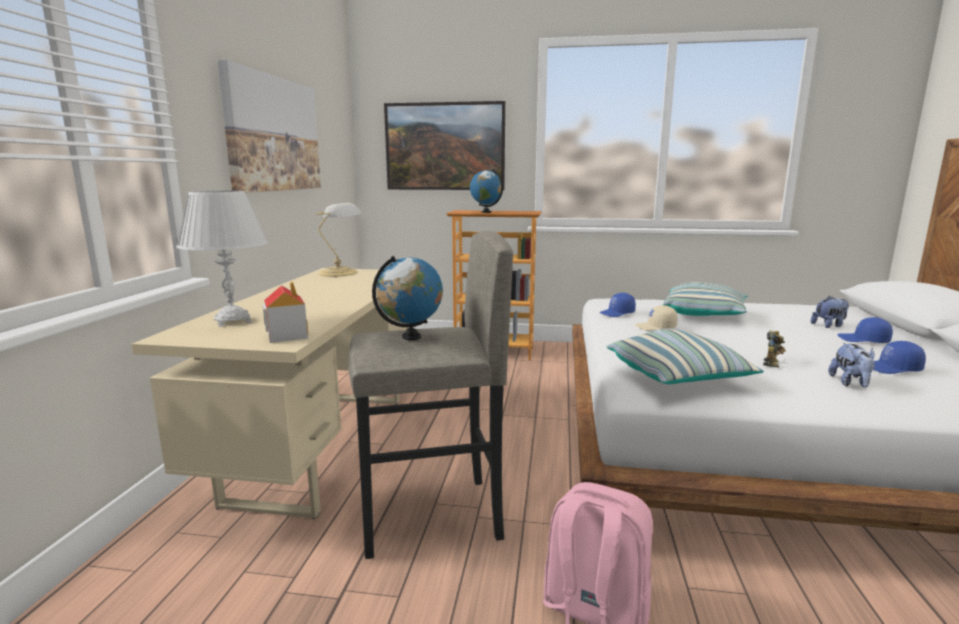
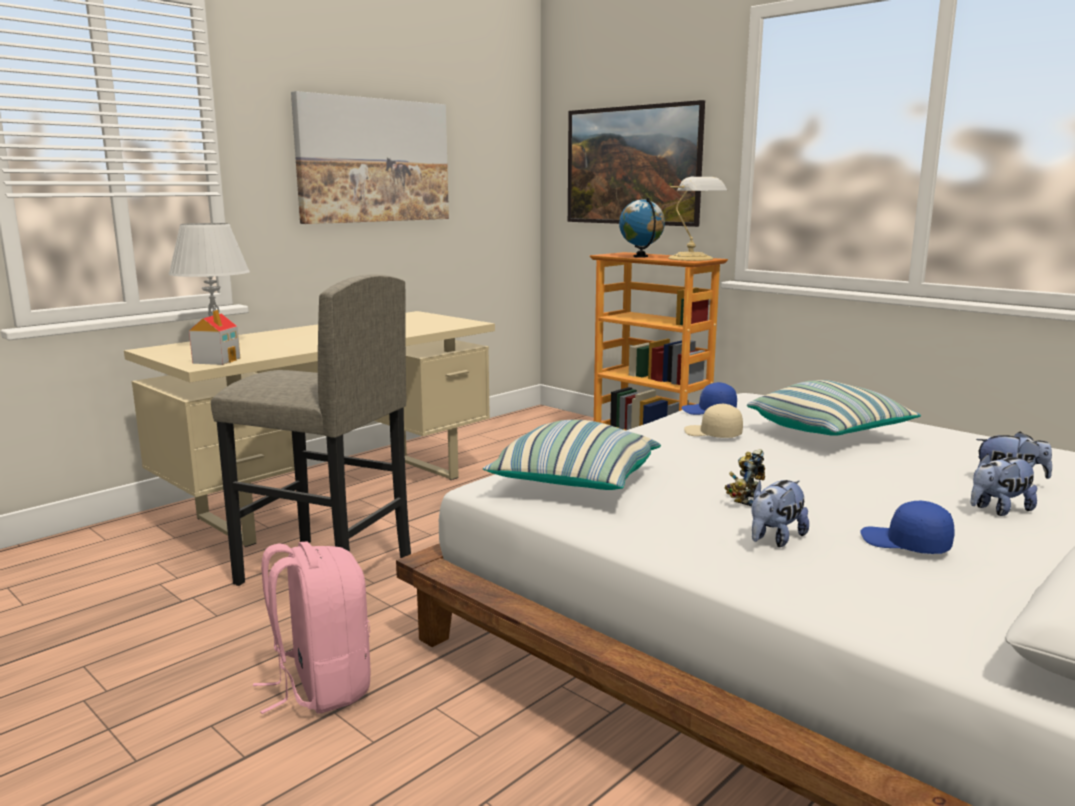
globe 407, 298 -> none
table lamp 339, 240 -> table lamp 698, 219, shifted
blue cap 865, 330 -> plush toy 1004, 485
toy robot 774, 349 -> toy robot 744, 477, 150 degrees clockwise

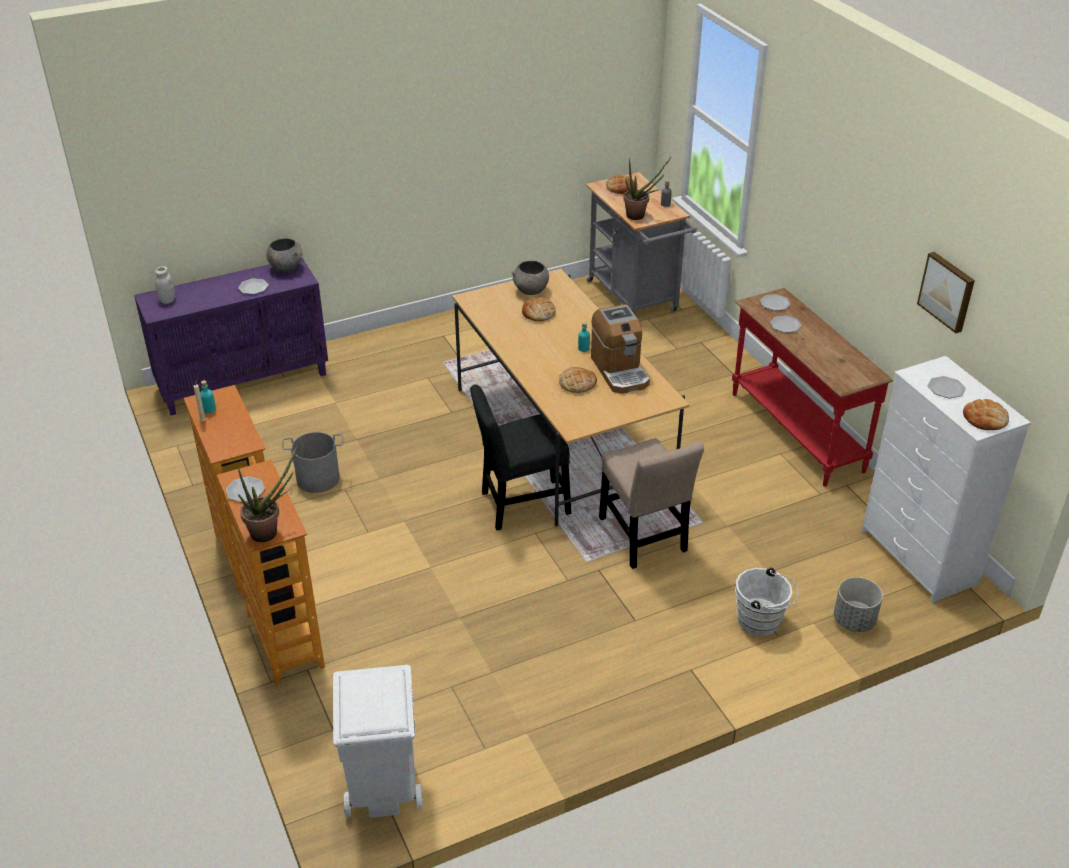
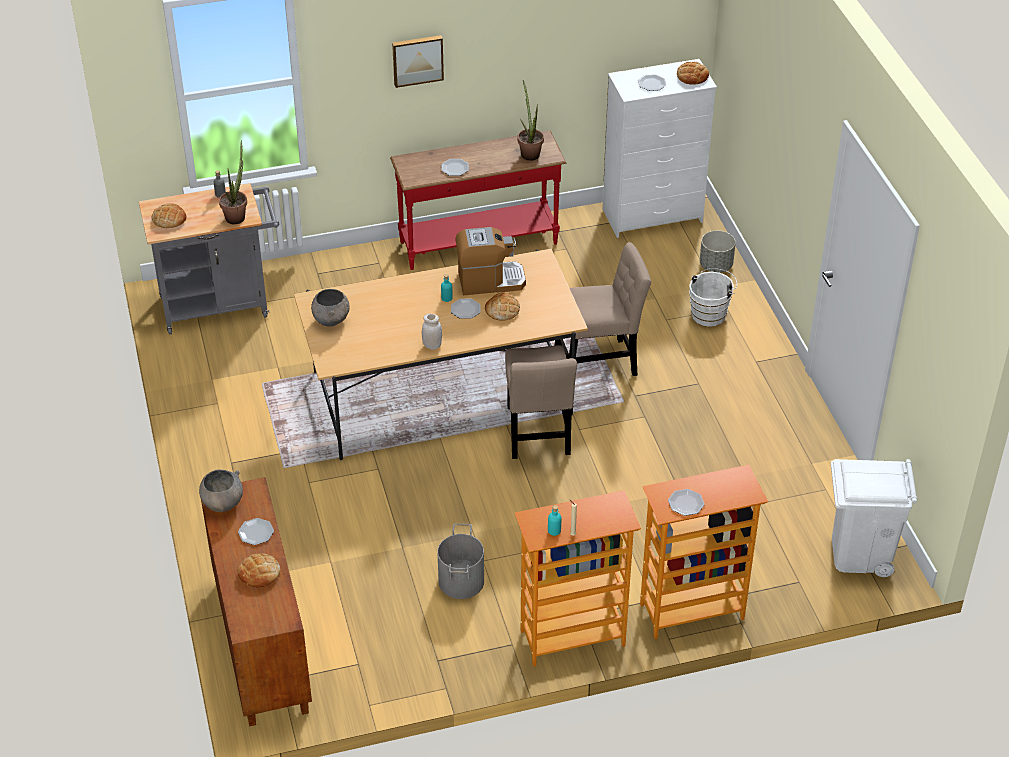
white jar 165, 285 -> white jar 432, 331, shifted
potted plant 267, 494 -> potted plant 530, 120, shifted
bread 539, 309 -> bread 259, 570, shifted
plate 775, 302 -> plate 466, 309, shifted
picture 946, 292 -> picture 418, 61, shifted
purple cabinet 231, 337 -> brown cabinet 256, 601
black chair 520, 457 -> beige chair 541, 402

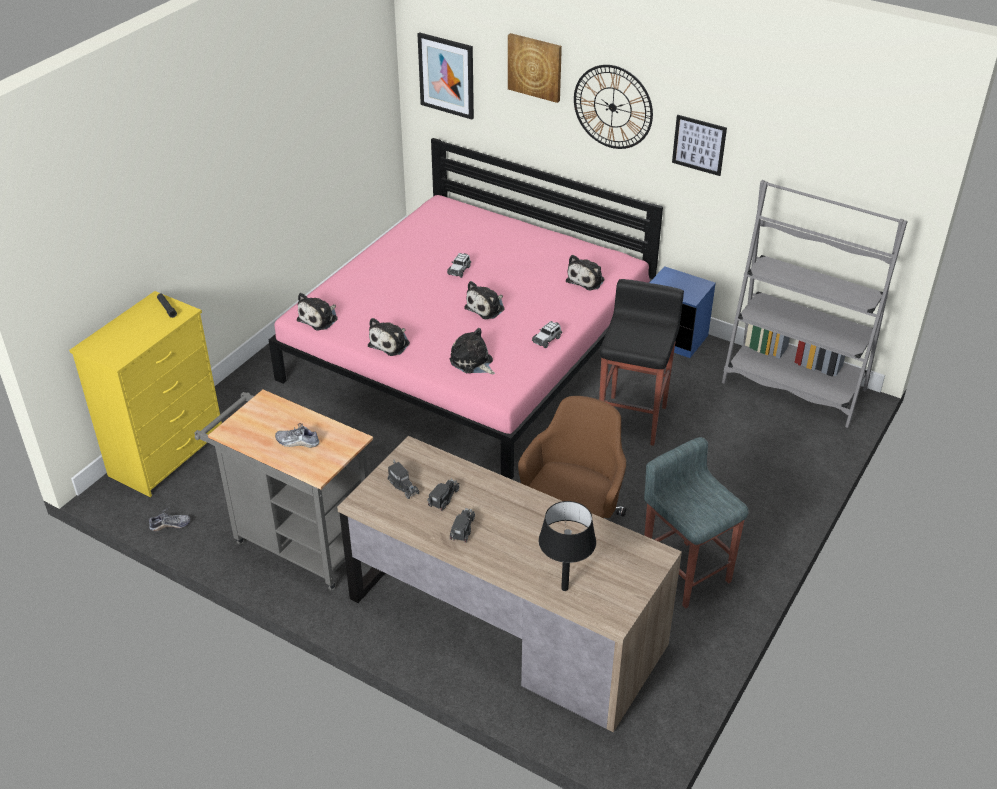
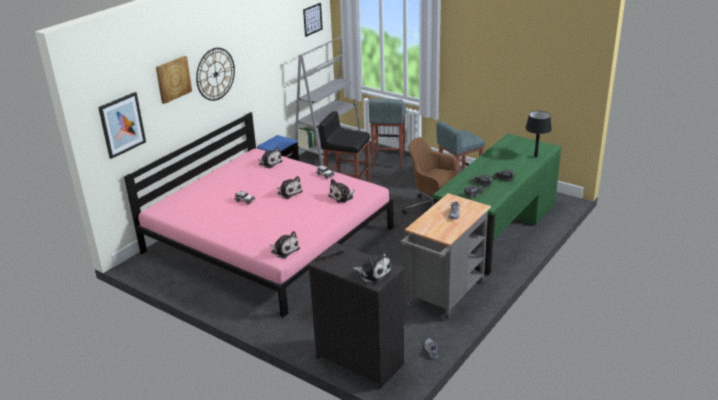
none -> grey stool 387, 134
plush toy 389, 337 -> plush toy 372, 267, shifted
picture 699, 145 -> picture 313, 20, shifted
yellow dresser 145, 394 -> black dresser 356, 316
brown desk 509, 584 -> green desk 497, 204

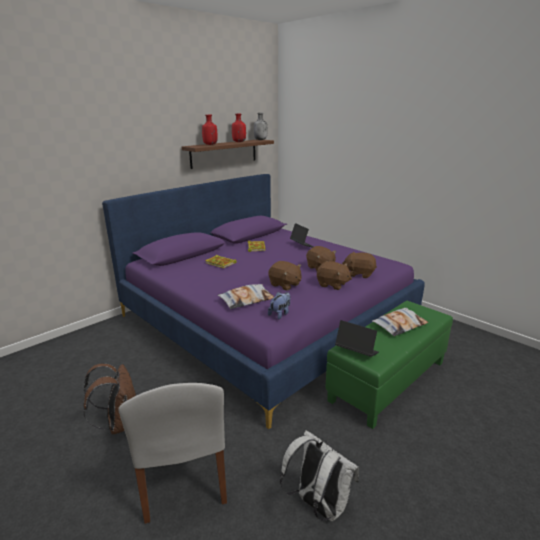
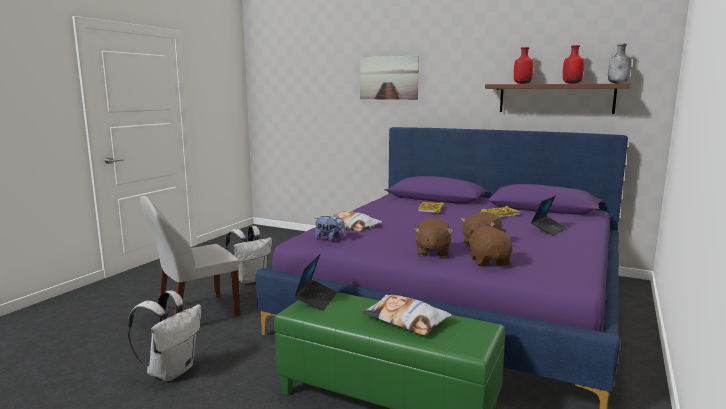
brown plush toy 284, 275 -> none
none -> picture 389, 77
brown backpack 109, 399 -> white backpack 248, 255

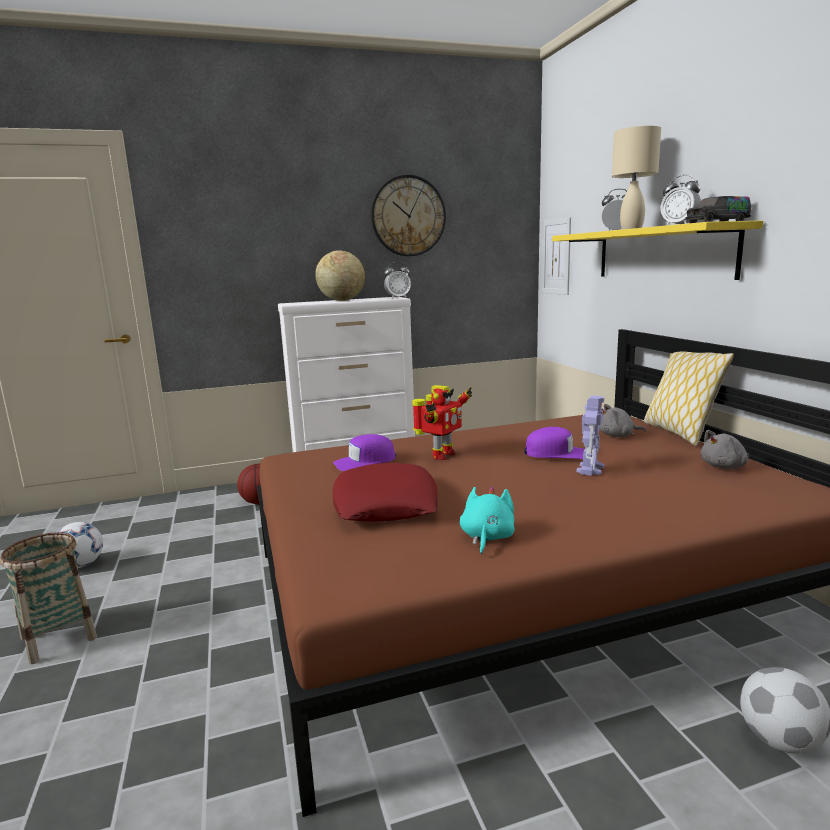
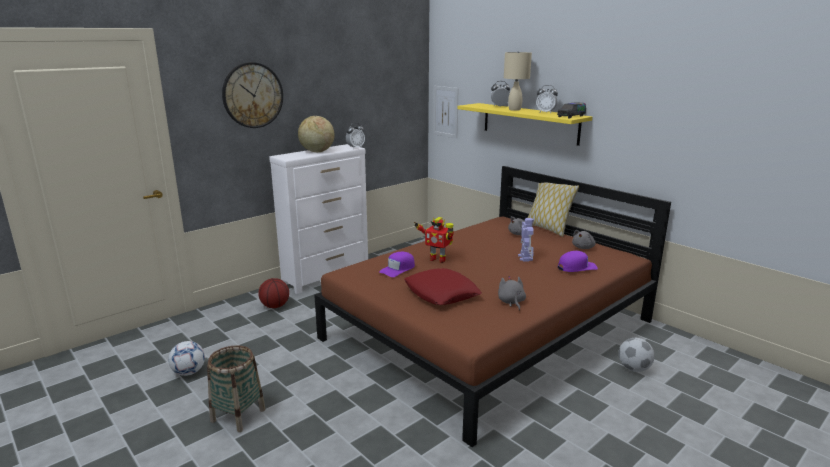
wall clock 408, 215 -> wall clock 252, 95, shifted
purple cap 554, 443 -> purple cap 578, 261, shifted
turquoise plush toy 487, 520 -> grey plush toy 512, 293
toy robot 442, 422 -> toy robot 434, 240, 105 degrees clockwise

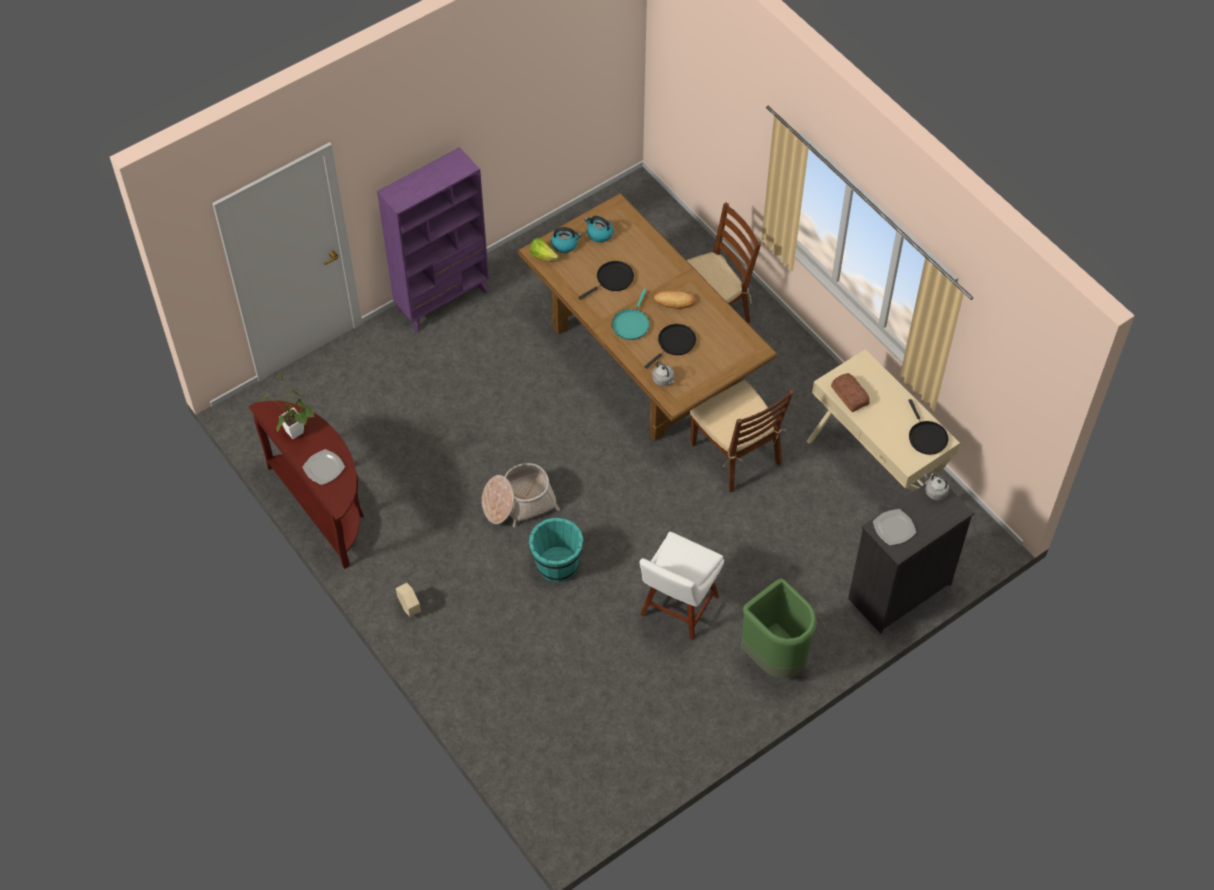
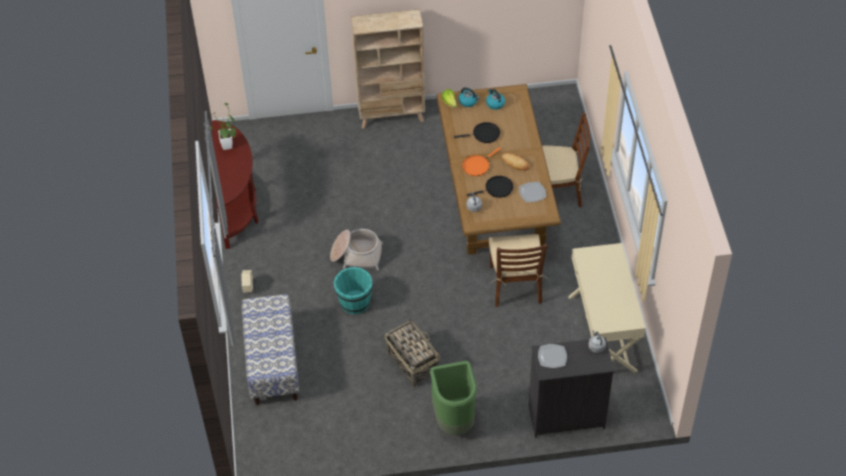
bread 850, 392 -> none
black frying pan 928, 427 -> none
none -> bench 271, 349
plate 323, 467 -> plate 532, 192, shifted
white chair 682, 586 -> basket 412, 352
purple bookcase 433, 239 -> beige bookcase 388, 69
turquoise frying pan 631, 314 -> orange frying pan 481, 161

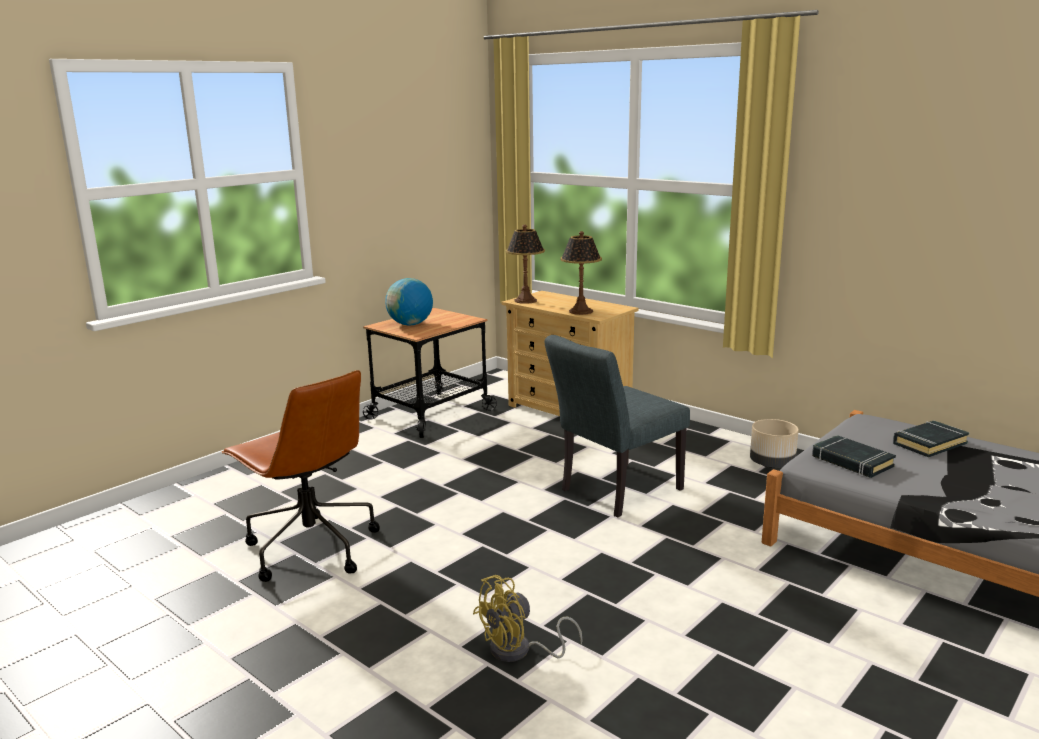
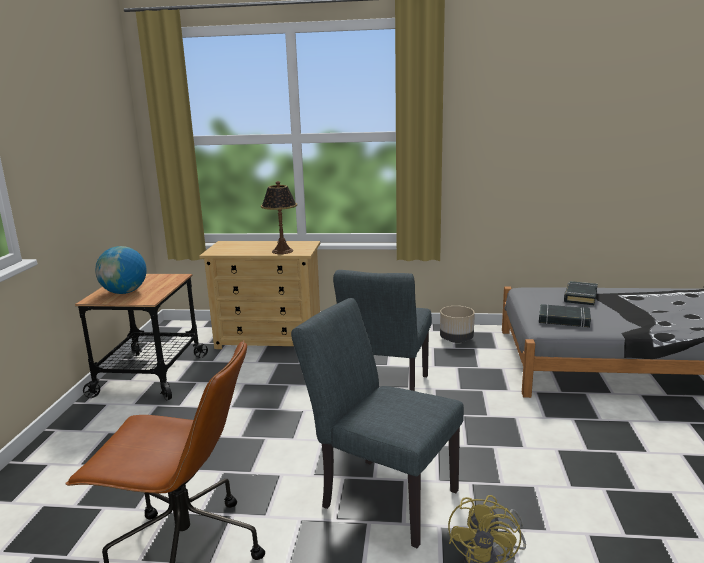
table lamp 525, 264 -> none
none -> grey chair 377, 423

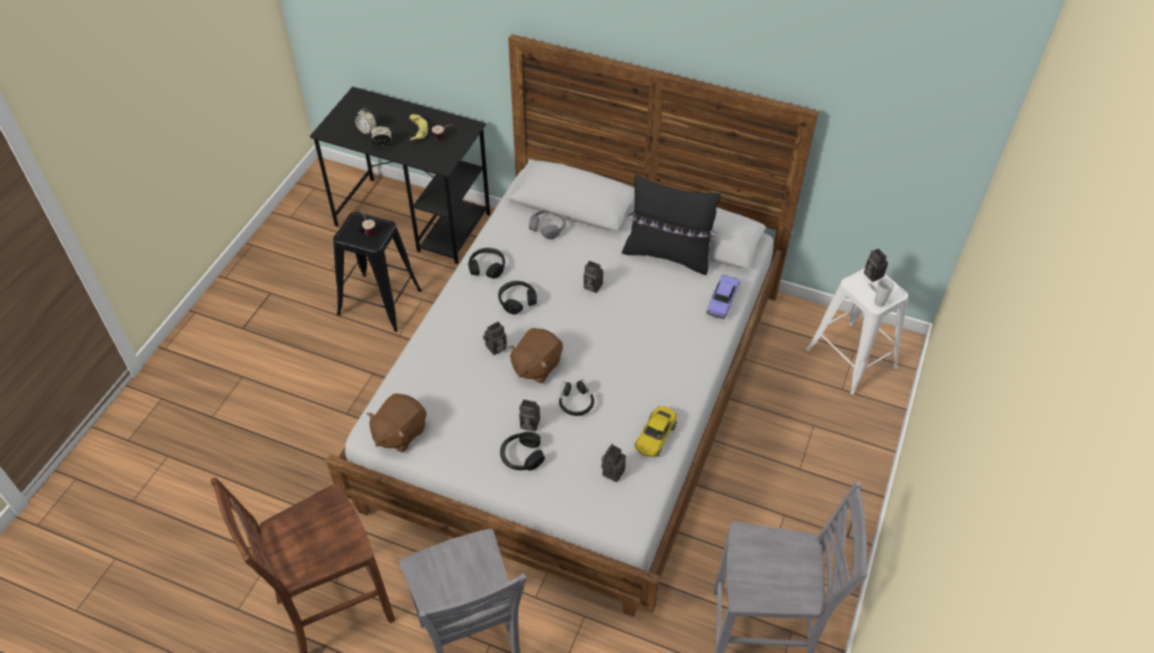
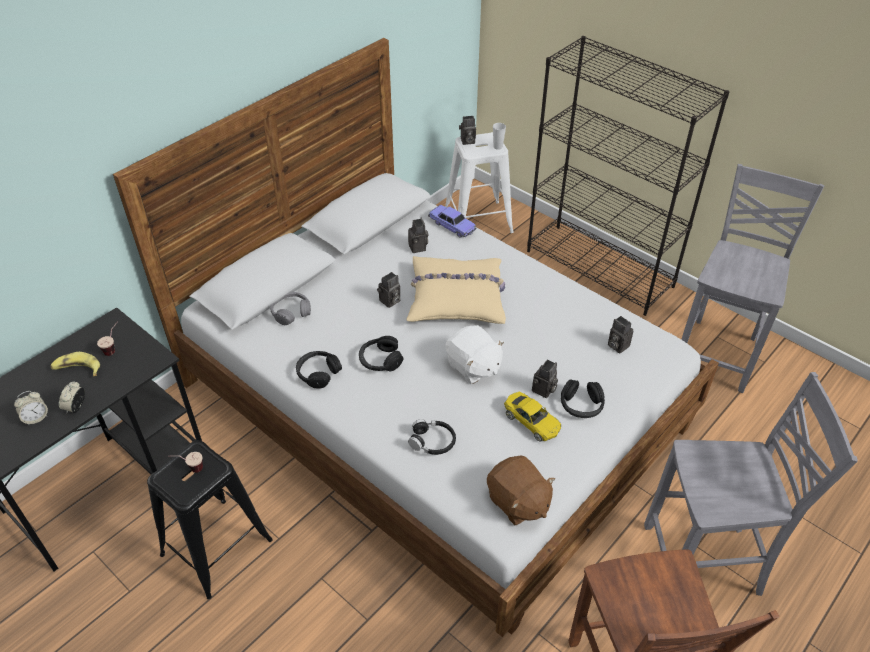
black pillow 671, 224 -> none
none -> beige pillow 456, 290
none -> black bookcase 628, 176
photo camera 495, 338 -> photo camera 418, 235, shifted
black headphones 576, 397 -> black headphones 432, 437, shifted
yellow toy car 656, 431 -> yellow toy car 532, 417, shifted
brown plush toy 535, 355 -> white plush toy 474, 354

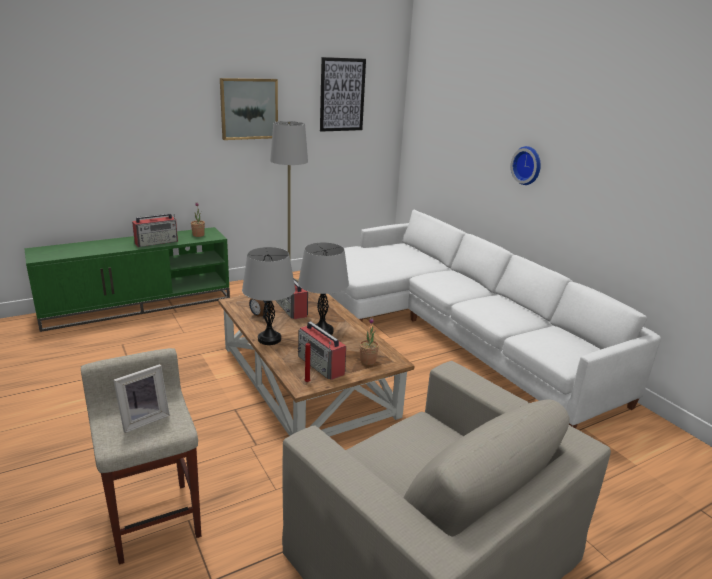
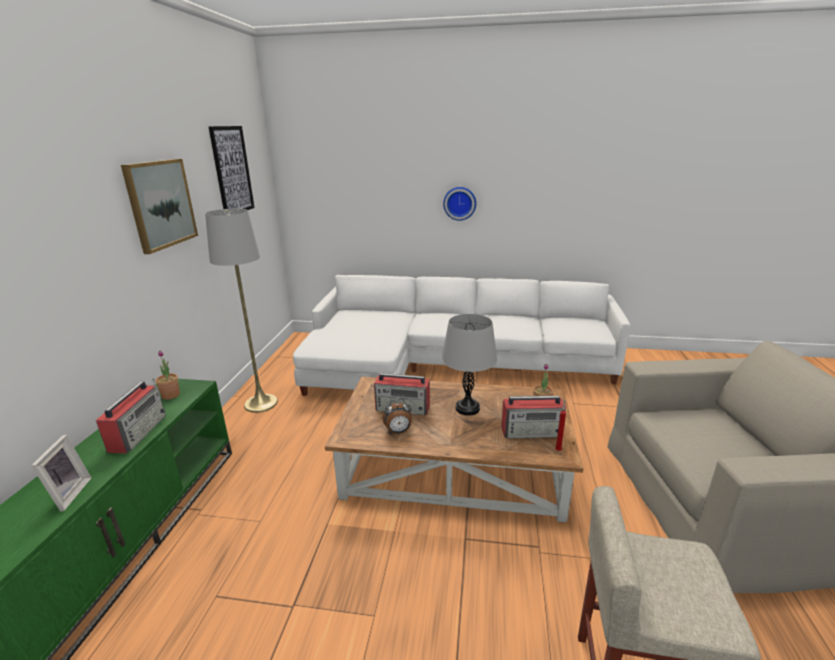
grey table lamp 268, 296 -> none
picture frame 142, 398 -> picture frame 61, 473, shifted

